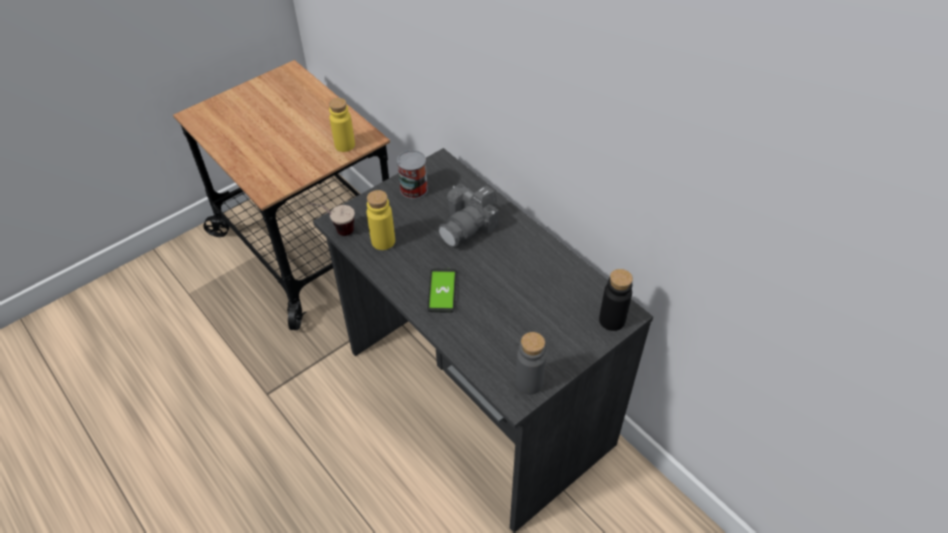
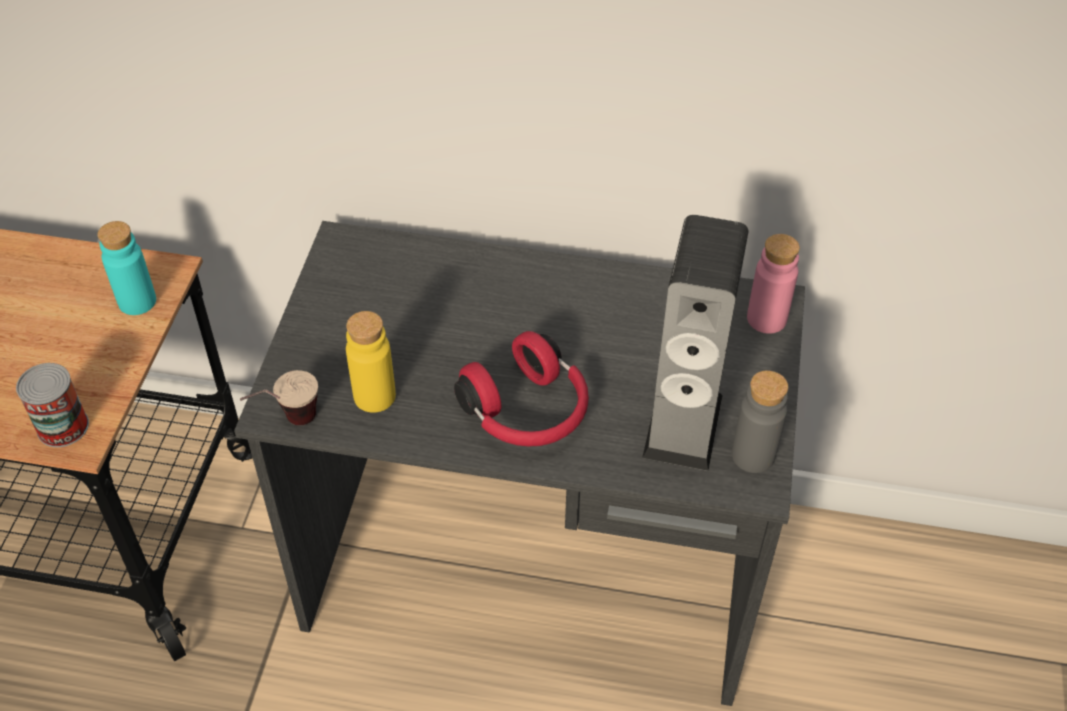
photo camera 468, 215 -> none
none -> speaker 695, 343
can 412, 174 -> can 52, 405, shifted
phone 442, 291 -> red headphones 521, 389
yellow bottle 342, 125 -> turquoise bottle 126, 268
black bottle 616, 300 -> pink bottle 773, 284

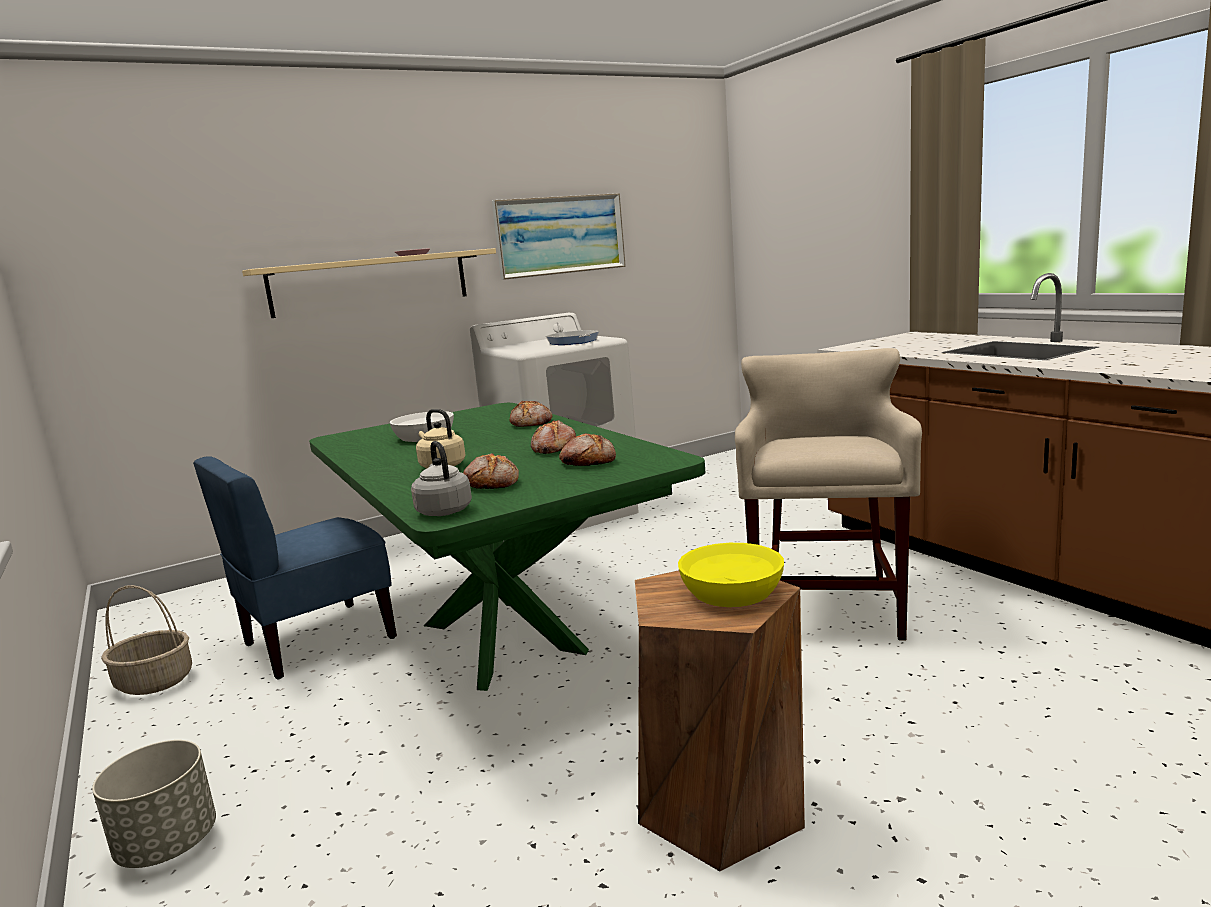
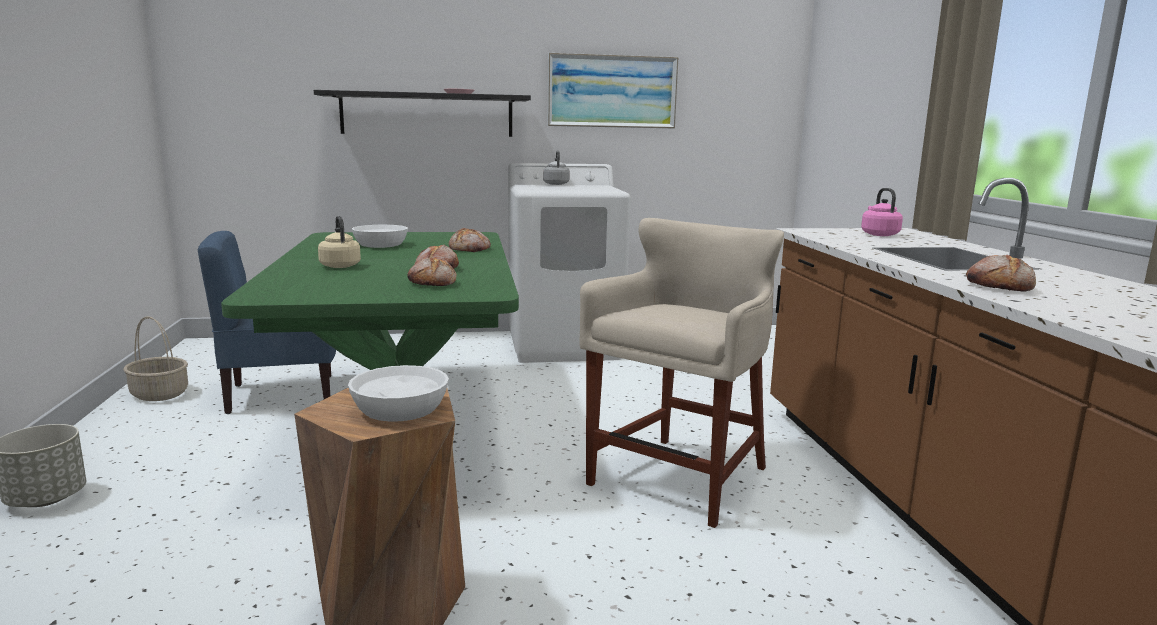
frying pan 572, 337 -> none
none -> pink kettle 882, 212
grey kettle 441, 478 -> grey kettle 556, 167, shifted
bread 491, 471 -> bread 1001, 273, shifted
beige shelf 369, 283 -> black shelf 422, 113
yellow bowl 731, 575 -> white bowl 398, 393

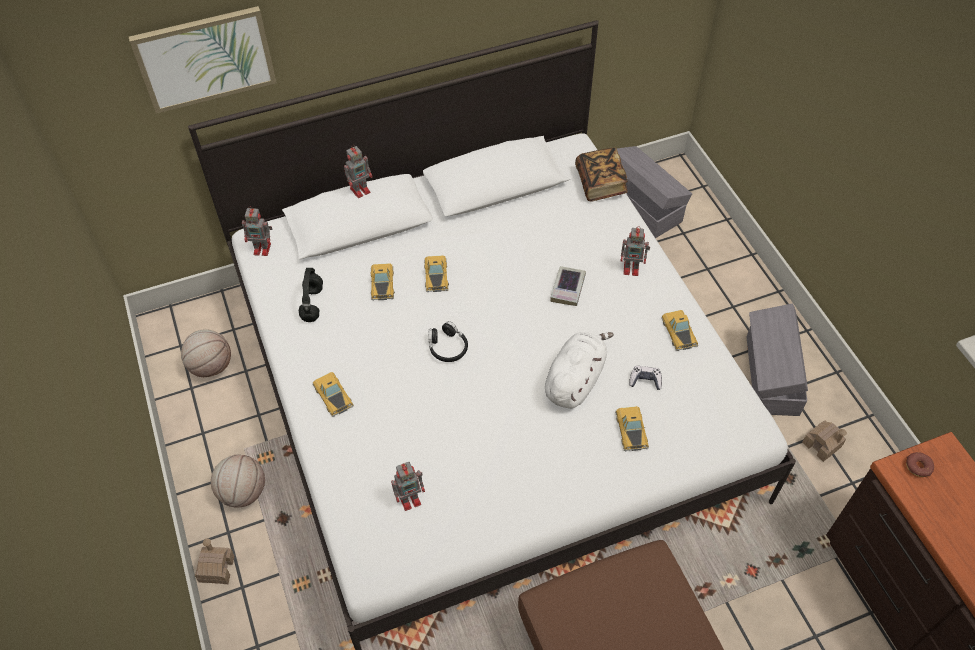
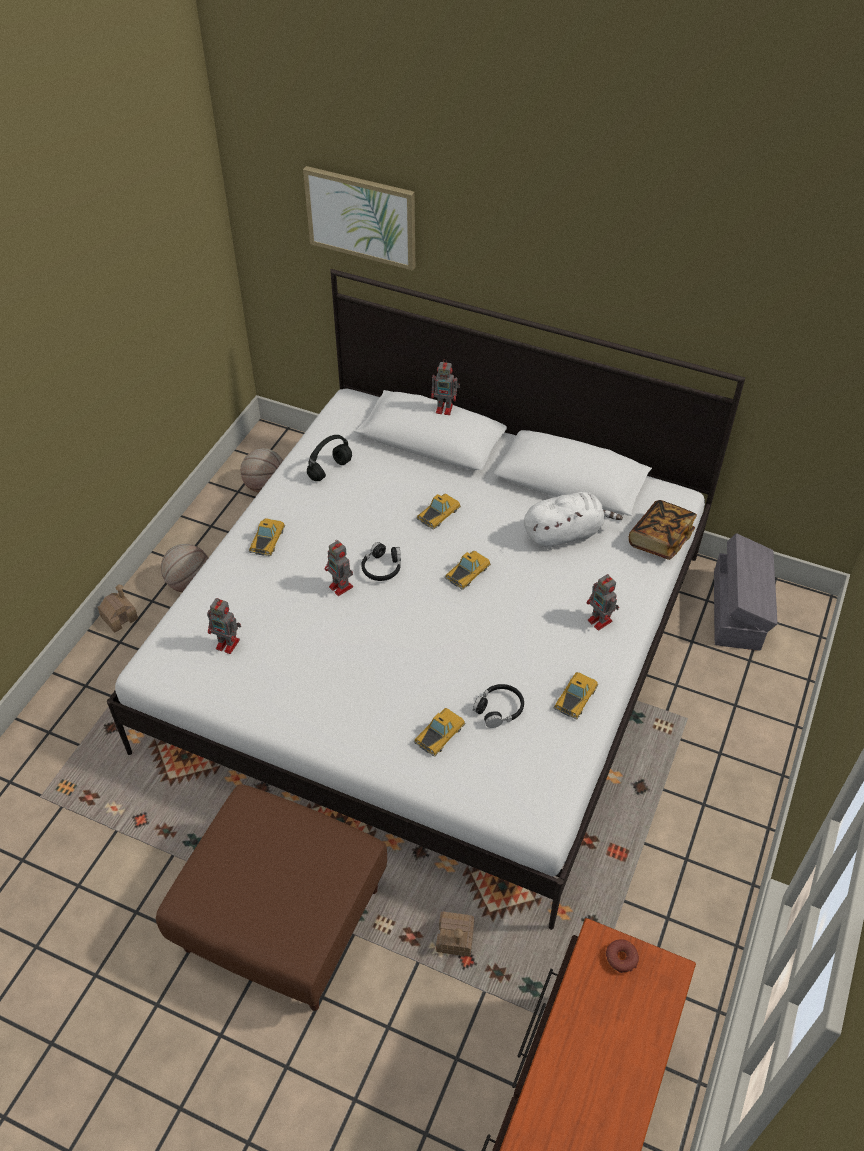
book 568, 286 -> none
grey storage box 777, 360 -> none
toy robot 257, 231 -> toy robot 339, 568, shifted
toy car 383, 281 -> toy car 468, 570, shifted
white plush toy 579, 370 -> white plush toy 573, 521, shifted
toy house 824, 441 -> toy house 455, 933, shifted
game controller 645, 378 -> black headphones 498, 706

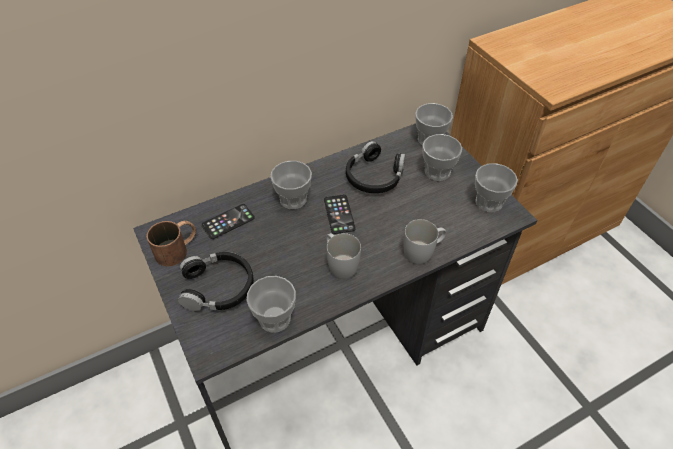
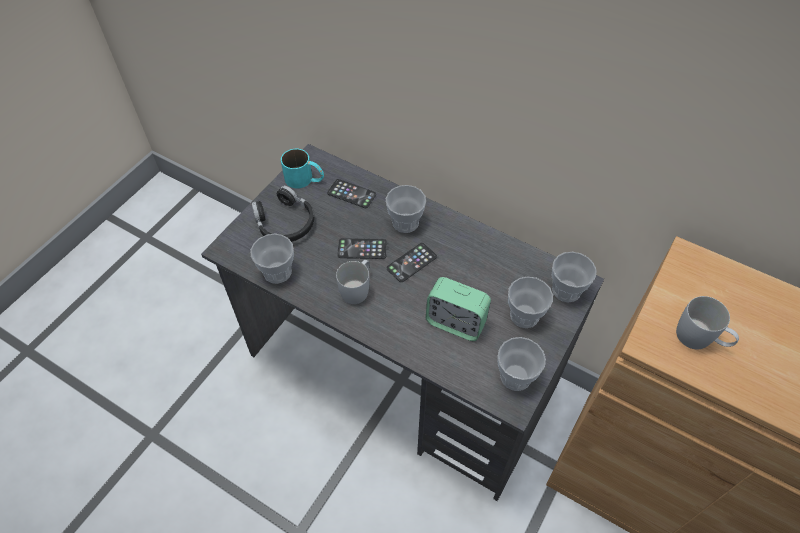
black headphones 375, 167 -> none
none -> phone 362, 248
none -> alarm clock 458, 309
white mug 424, 241 -> white mug 707, 322, shifted
brown mug 171, 244 -> turquoise mug 302, 168

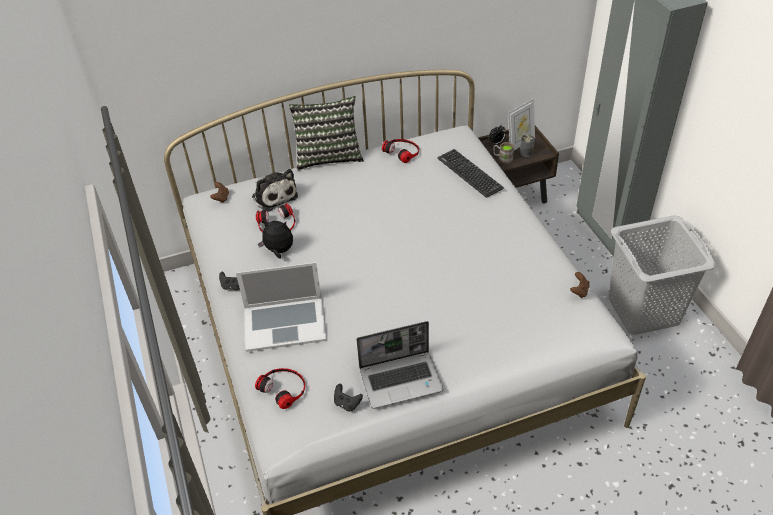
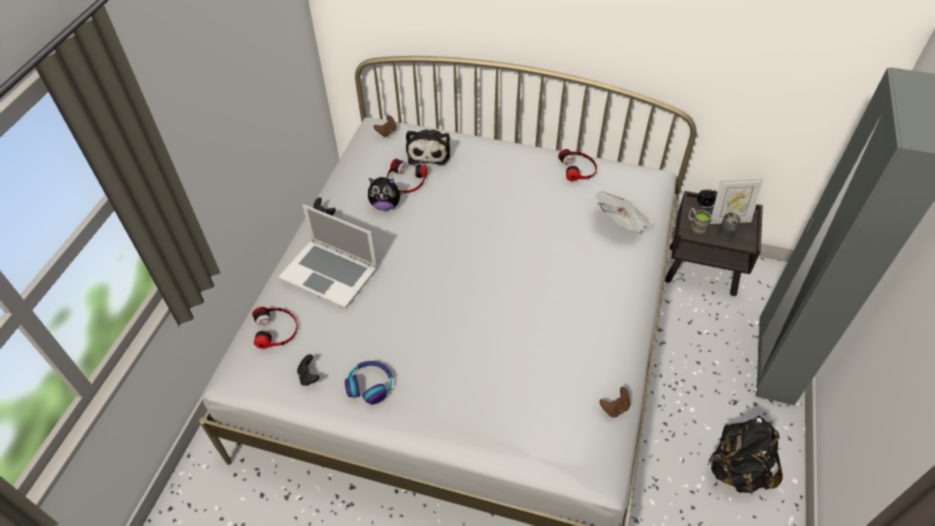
pillow 326, 133 -> none
laptop 399, 365 -> headphones 368, 383
keyboard 471, 173 -> newspaper 624, 212
grey laundry basket 662, 275 -> black backpack 745, 454
plush toy 275, 239 -> plush toy 386, 194, 135 degrees clockwise

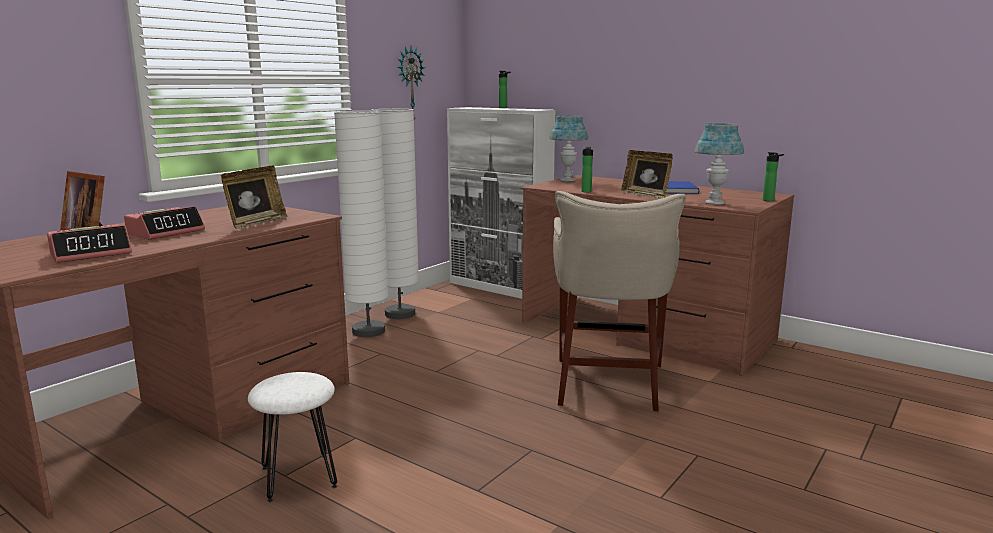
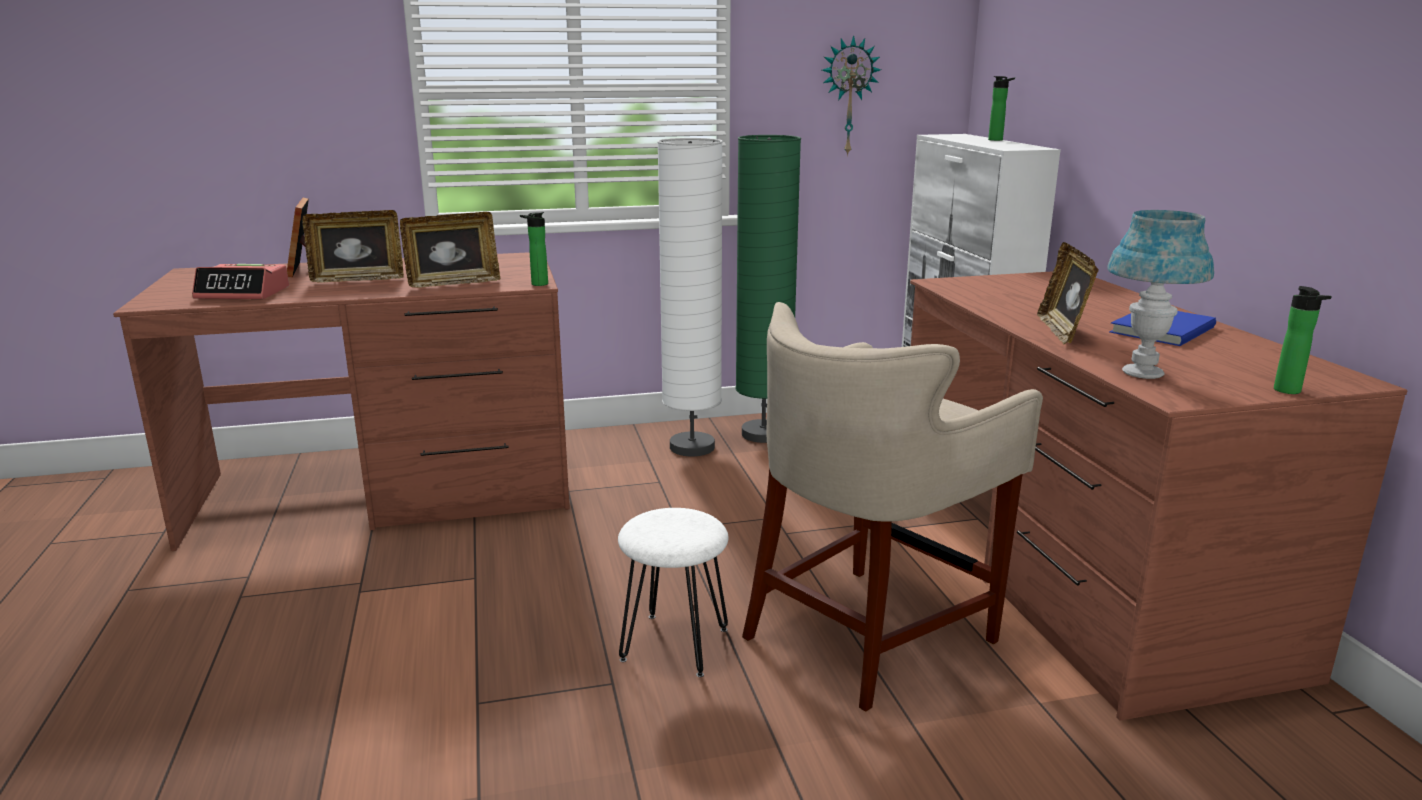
blue table lamp 569, 148 -> none
white stool 292, 437 -> white stool 673, 592, shifted
bottle 587, 169 -> bottle 534, 249, shifted
alarm clock 164, 222 -> picture frame 353, 246
white floor lamp 395, 214 -> green floor lamp 768, 289

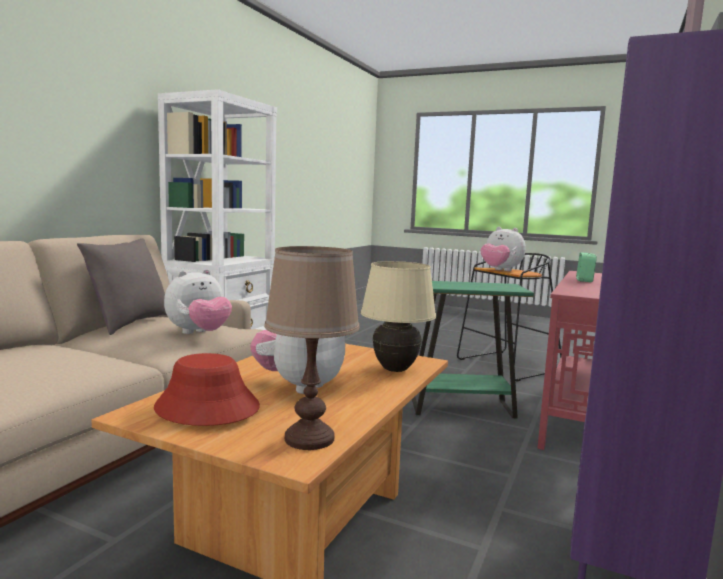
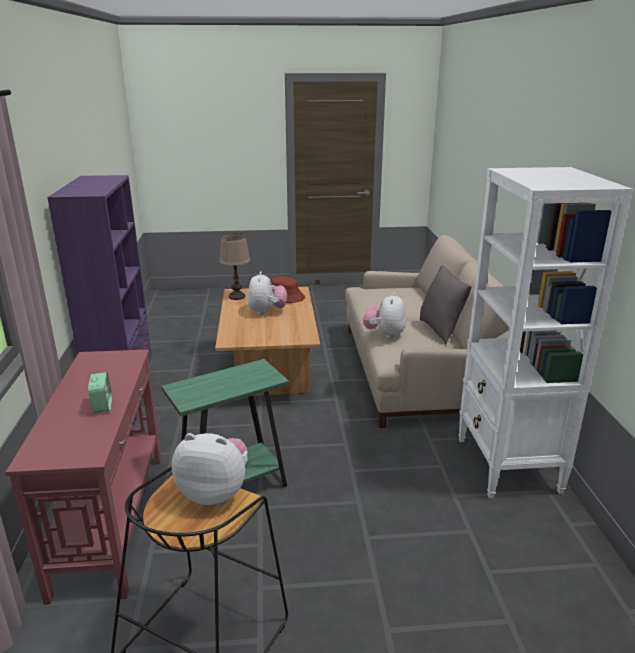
beige table lamp 398, 316 -> none

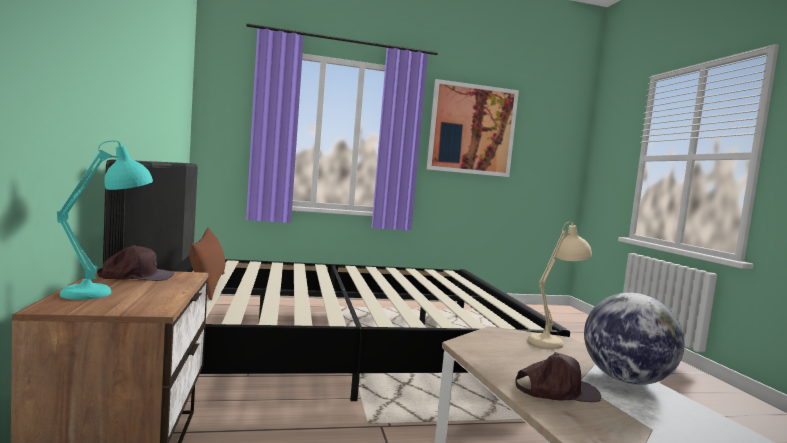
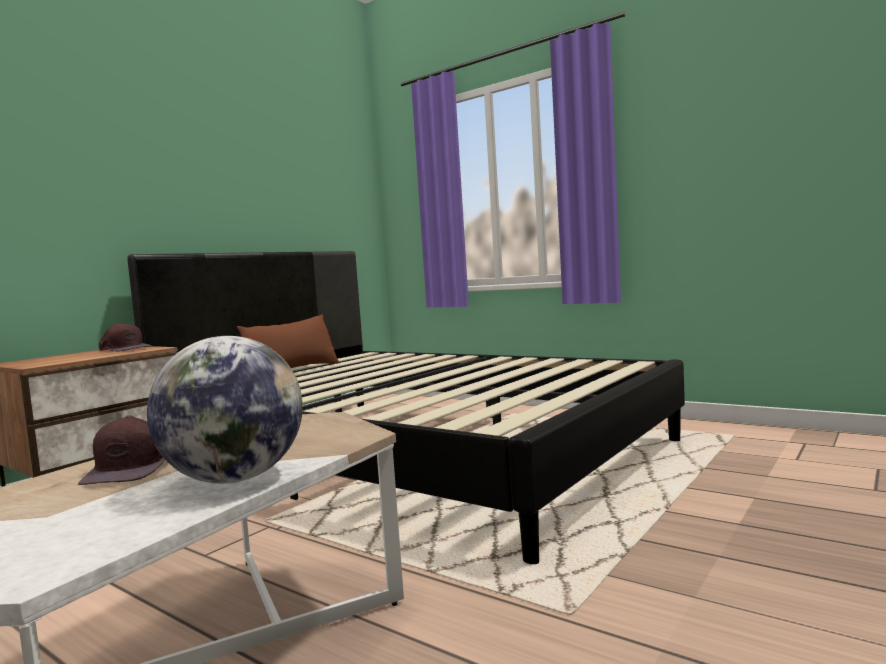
turquoise table lamp 105, 220 -> none
picture 473, 128 -> none
beige table lamp 560, 285 -> none
brown cap 558, 377 -> brown cap 121, 450, 45 degrees clockwise

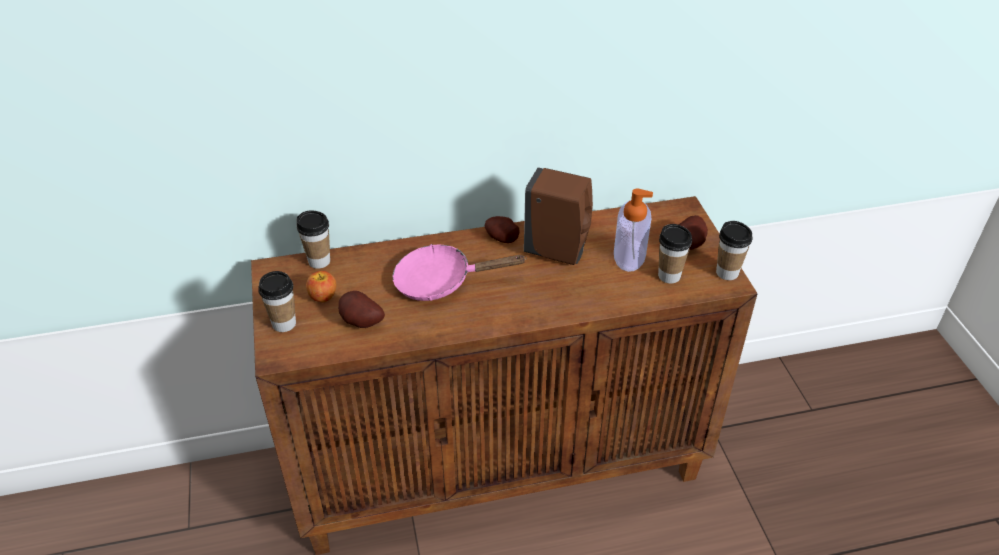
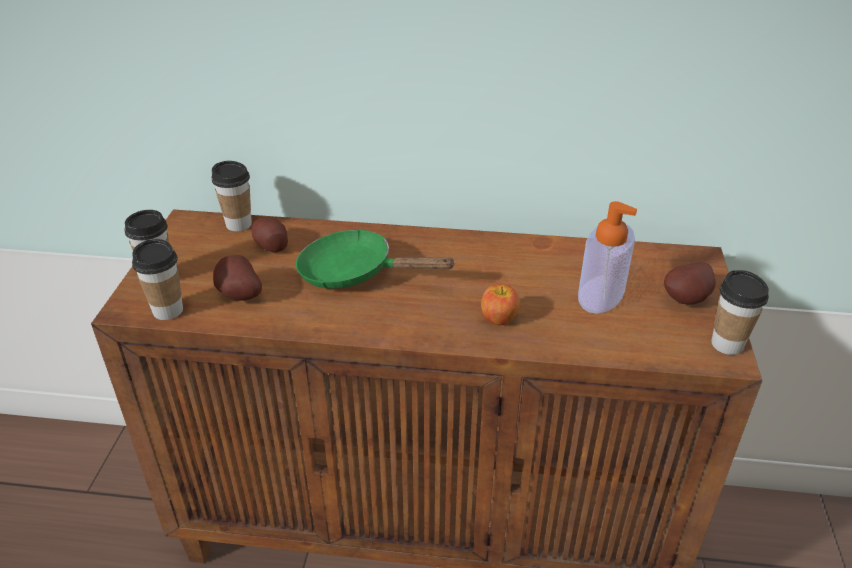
brown soap dispenser 558, 216 -> none
apple 321, 286 -> apple 500, 304, shifted
potato 502, 229 -> potato 269, 235, shifted
cup 675, 254 -> cup 157, 279, shifted
pink frying pan 459, 272 -> green frying pan 376, 259

